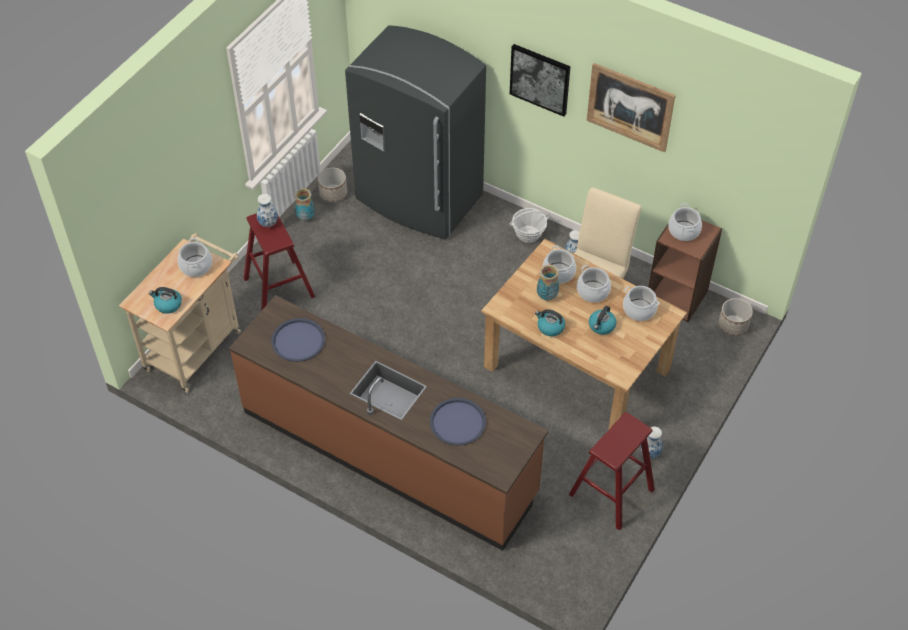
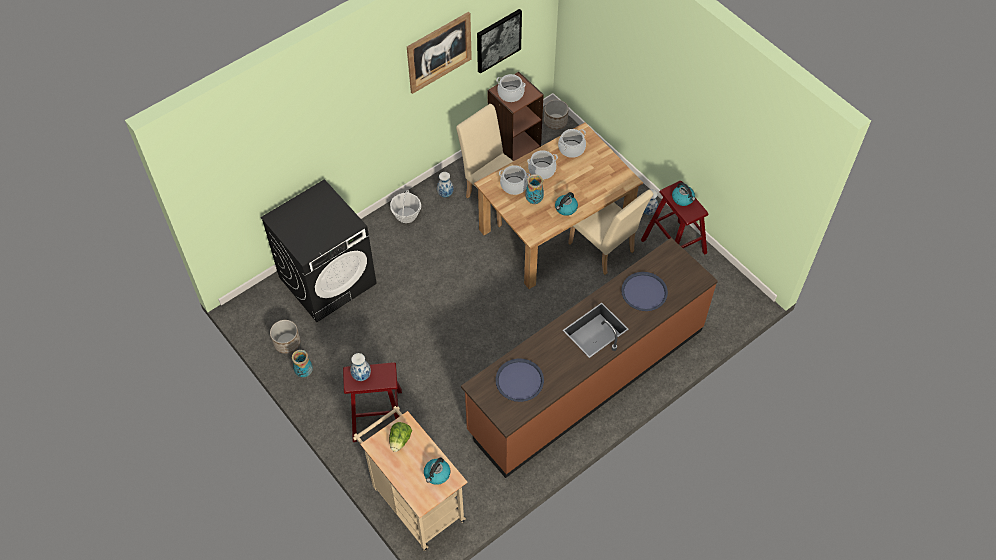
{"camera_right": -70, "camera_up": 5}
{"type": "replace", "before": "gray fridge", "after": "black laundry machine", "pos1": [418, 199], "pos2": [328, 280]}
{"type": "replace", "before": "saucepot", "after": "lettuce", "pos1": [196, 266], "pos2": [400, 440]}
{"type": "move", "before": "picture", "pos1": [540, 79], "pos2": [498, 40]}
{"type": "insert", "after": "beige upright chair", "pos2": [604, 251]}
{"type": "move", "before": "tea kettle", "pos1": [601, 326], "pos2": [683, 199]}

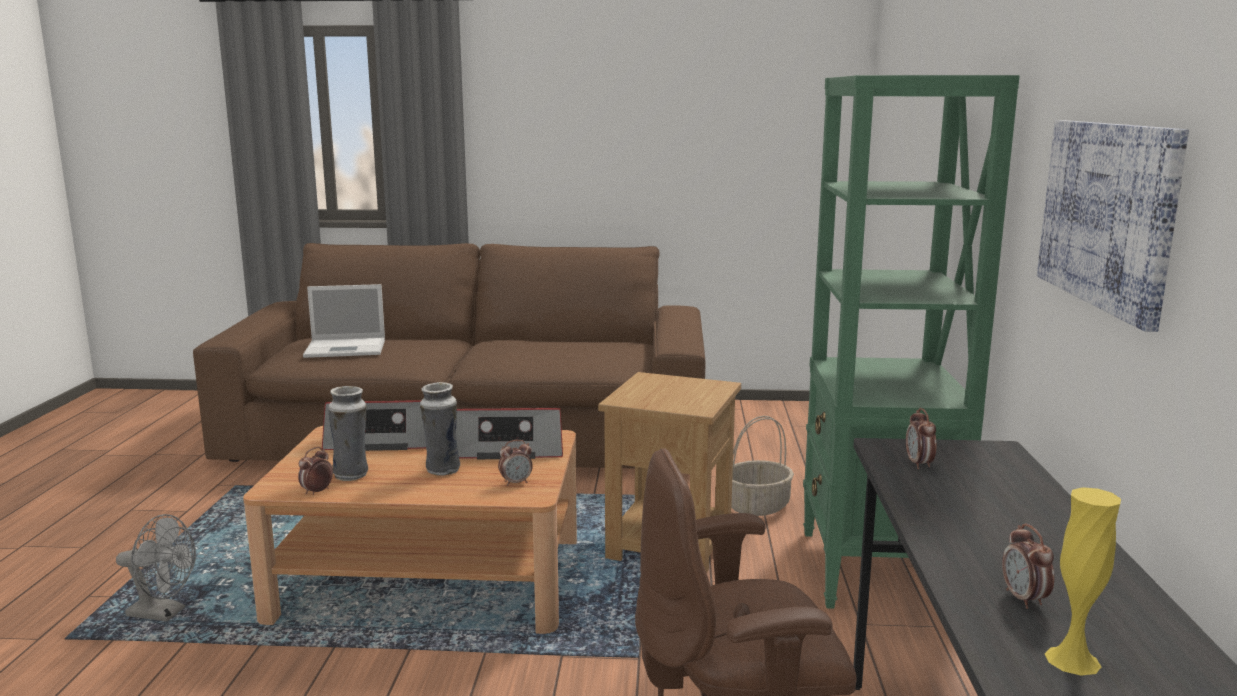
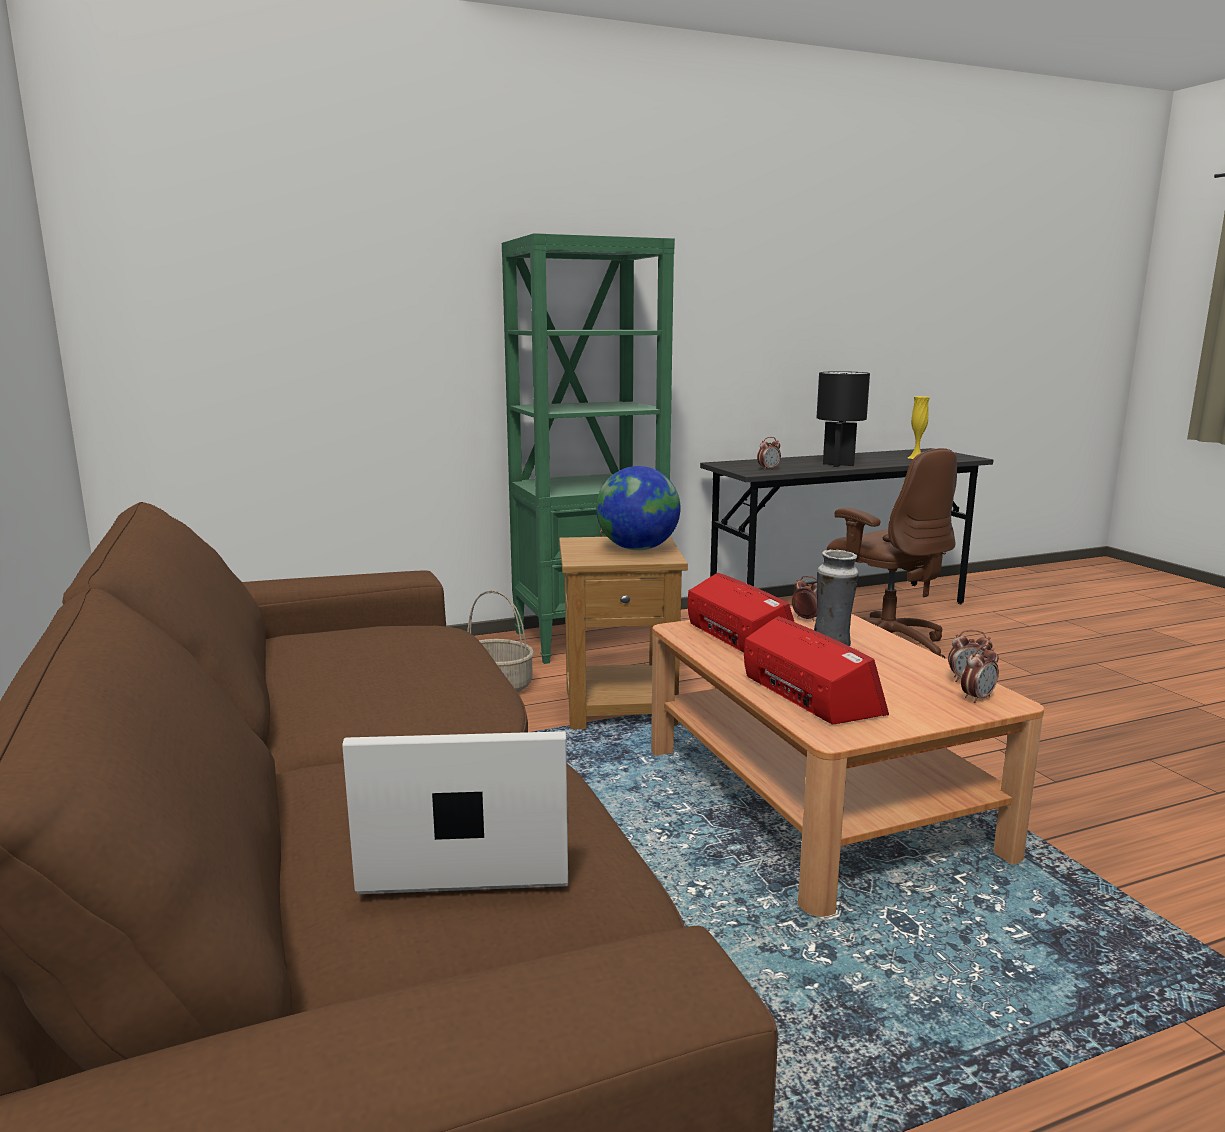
{"camera_right": -115, "camera_up": 0}
{"type": "rotate", "before": "laptop", "pos1": [347, 348], "pos2": [465, 849], "turn": -60}
{"type": "insert", "after": "globe", "pos2": [638, 549]}
{"type": "insert", "after": "black lamp for a table", "pos2": [837, 464]}
{"type": "move", "before": "table clock", "pos1": [1024, 599], "pos2": [977, 698]}
{"type": "delete", "before": "gray electric fan", "pos1": [164, 613]}
{"type": "delete", "before": "vase", "pos1": [352, 475]}
{"type": "delete", "before": "picture", "pos1": [1108, 214]}

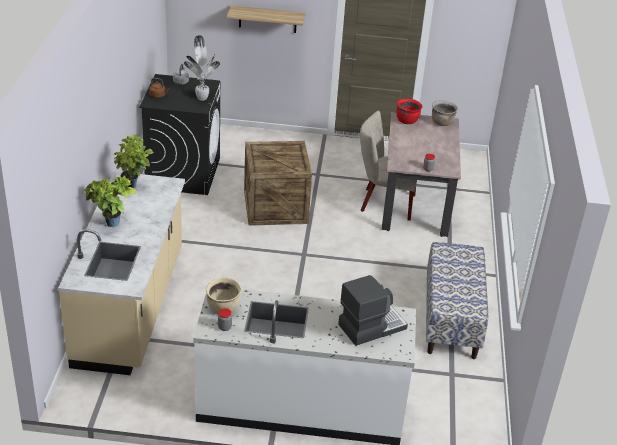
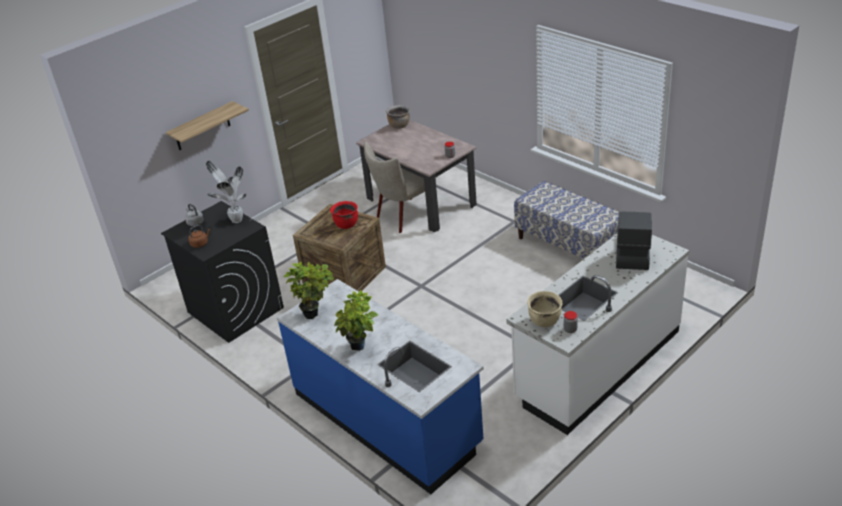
{"camera_right": -45, "camera_up": 0}
{"type": "recolor", "before": "beige kitchen counter", "after": "blue kitchen counter", "pos1": [131, 307], "pos2": [387, 419]}
{"type": "move", "before": "red saucepot", "pos1": [407, 121], "pos2": [346, 224]}

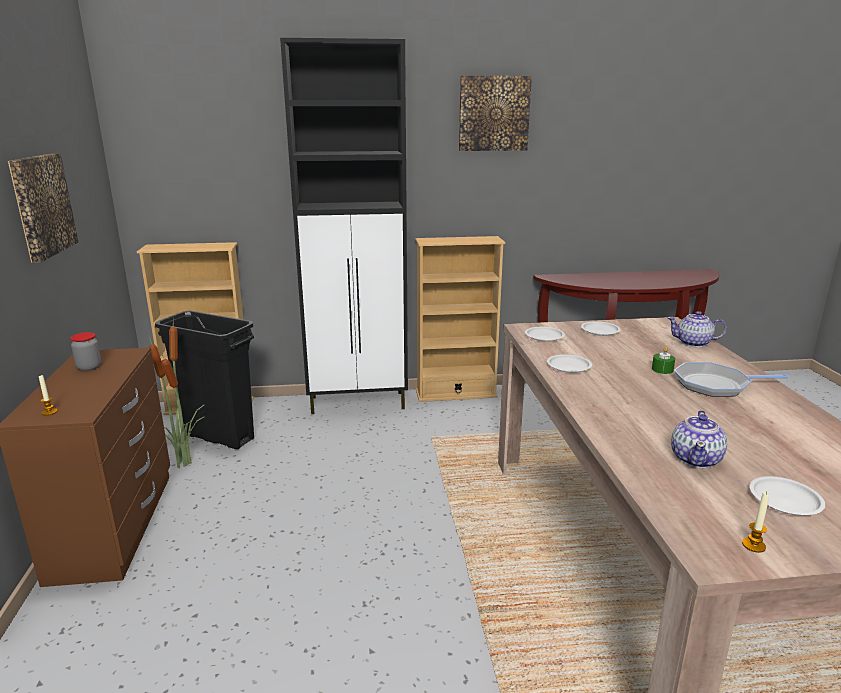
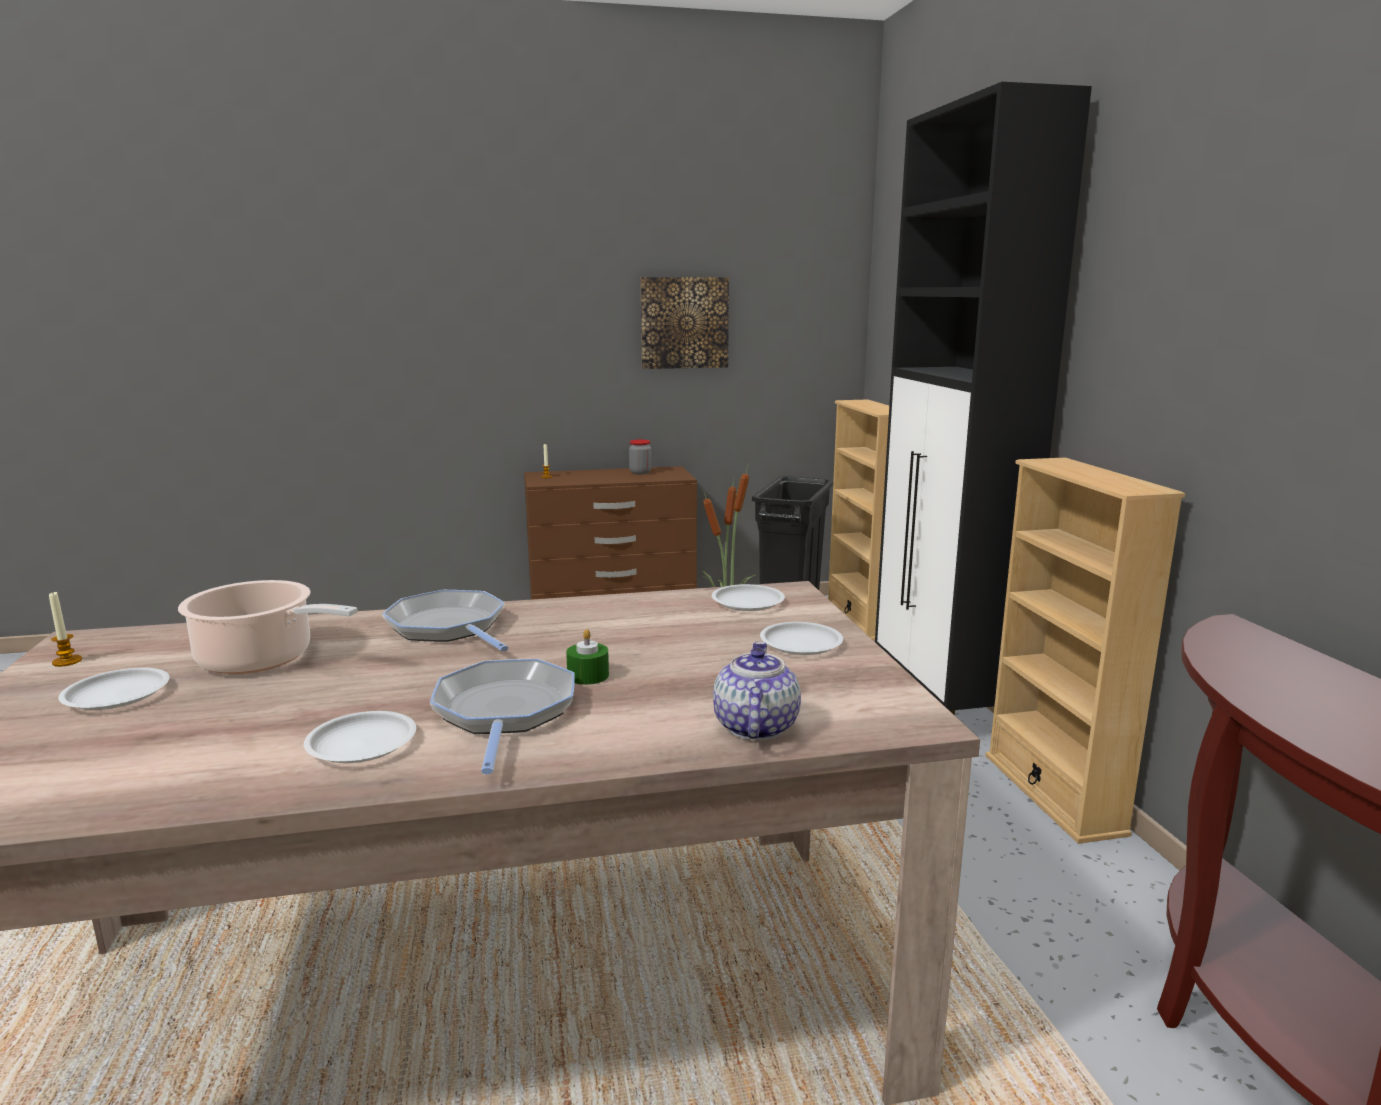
{"camera_right": 85, "camera_up": -5}
{"type": "replace", "before": "tea pot", "after": "saucepot", "pos1": [696, 459], "pos2": [261, 659]}
{"type": "move", "before": "white dinner plate", "pos1": [569, 366], "pos2": [362, 744]}
{"type": "insert", "after": "skillet", "pos2": [449, 627]}
{"type": "delete", "before": "picture", "pos1": [493, 113]}

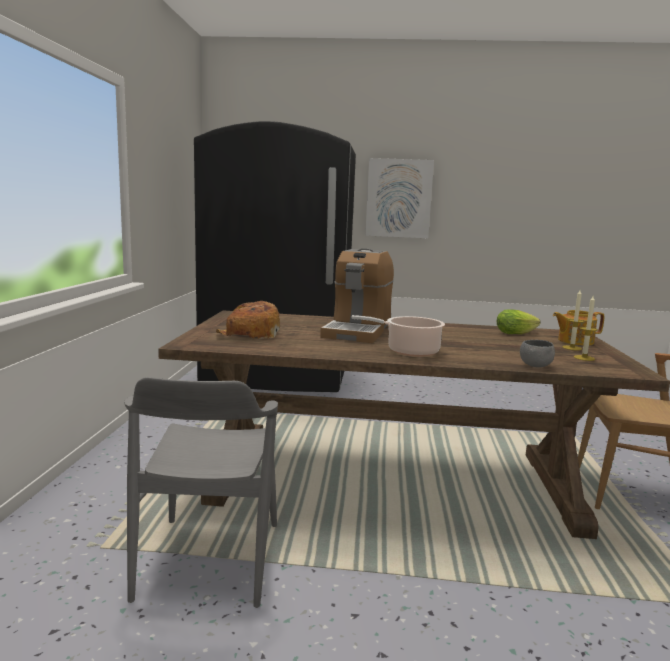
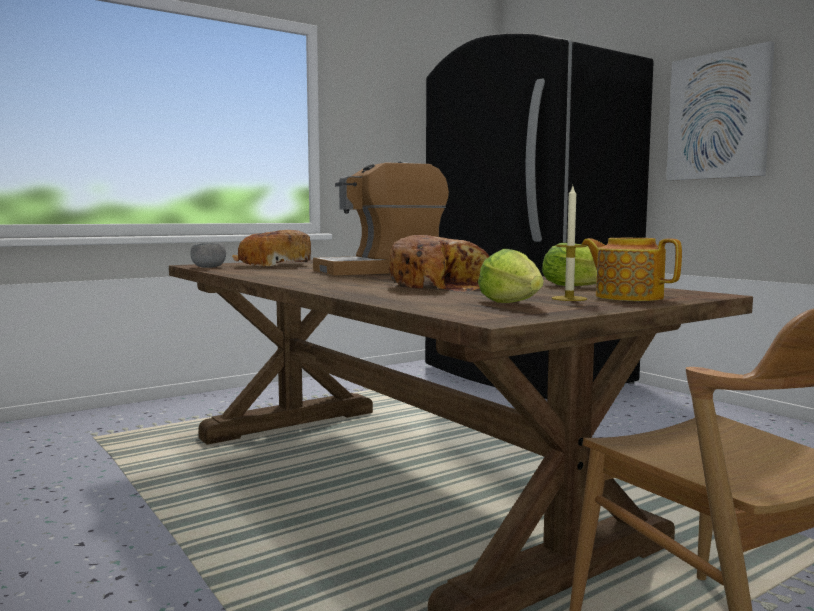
{"camera_right": 50, "camera_up": -5}
{"type": "move", "before": "gray deep dish", "pos1": [535, 365], "pos2": [209, 267]}
{"type": "insert", "after": "baked bread", "pos2": [442, 286]}
{"type": "replace", "before": "wax light", "after": "lettuce", "pos1": [584, 358], "pos2": [513, 304]}
{"type": "delete", "before": "gray upright chair", "pos1": [209, 560]}
{"type": "delete", "before": "saucepot", "pos1": [409, 351]}

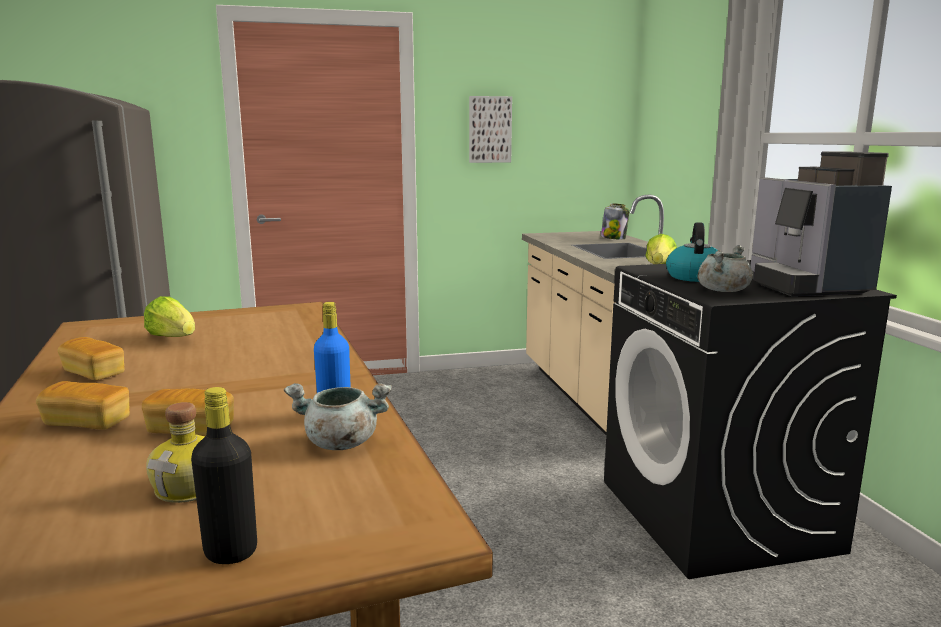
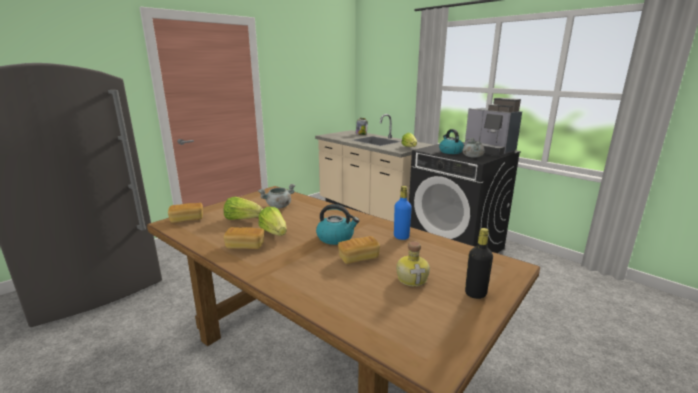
{"camera_right": -30, "camera_up": 5}
{"type": "move", "before": "baked bread", "pos1": [87, 423], "pos2": [187, 219]}
{"type": "move", "before": "gray saucepot", "pos1": [340, 443], "pos2": [278, 206]}
{"type": "insert", "after": "lettuce", "pos2": [274, 233]}
{"type": "insert", "after": "tea kettle", "pos2": [336, 238]}
{"type": "delete", "before": "picture", "pos1": [489, 129]}

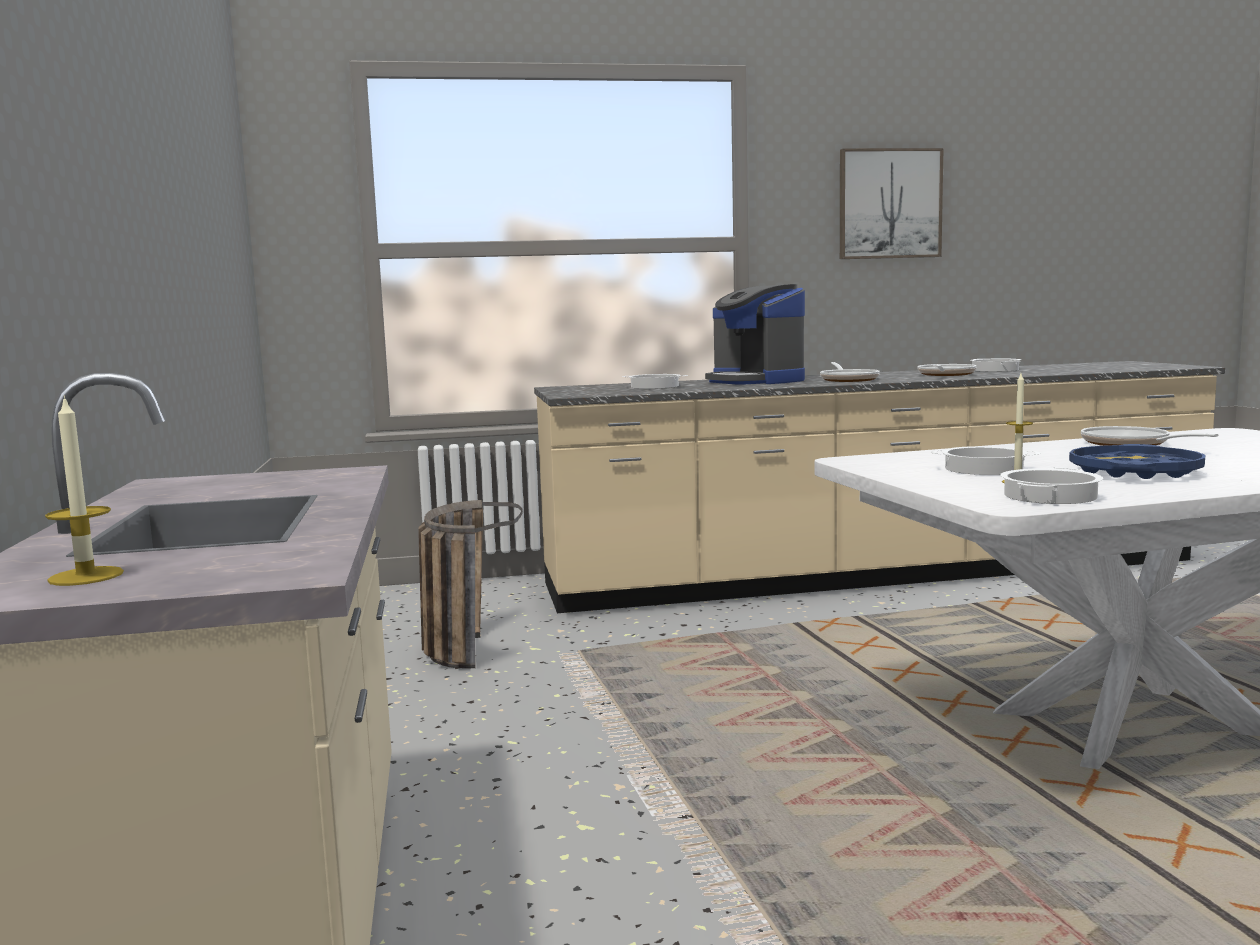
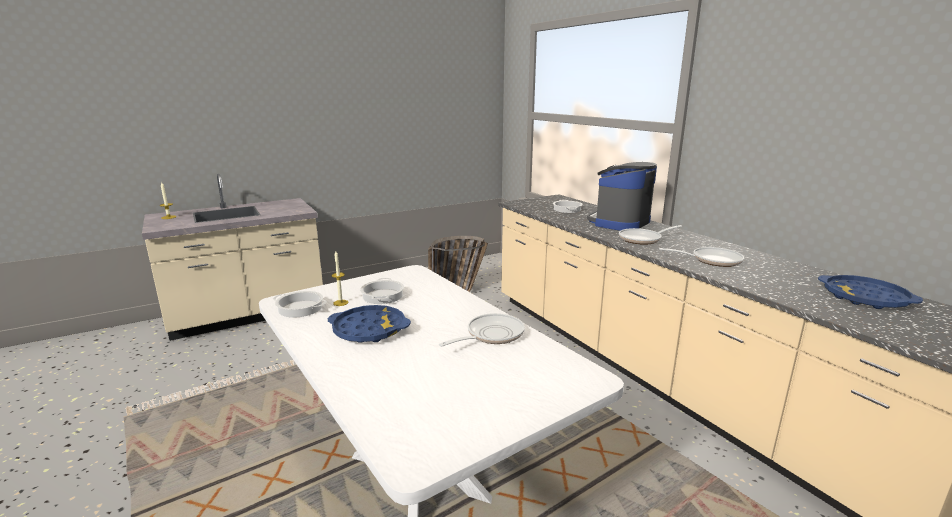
{"camera_right": 70, "camera_up": 10}
{"type": "insert", "after": "blue tray", "pos2": [865, 298]}
{"type": "delete", "before": "picture", "pos1": [889, 204]}
{"type": "delete", "before": "saucepot", "pos1": [994, 370]}

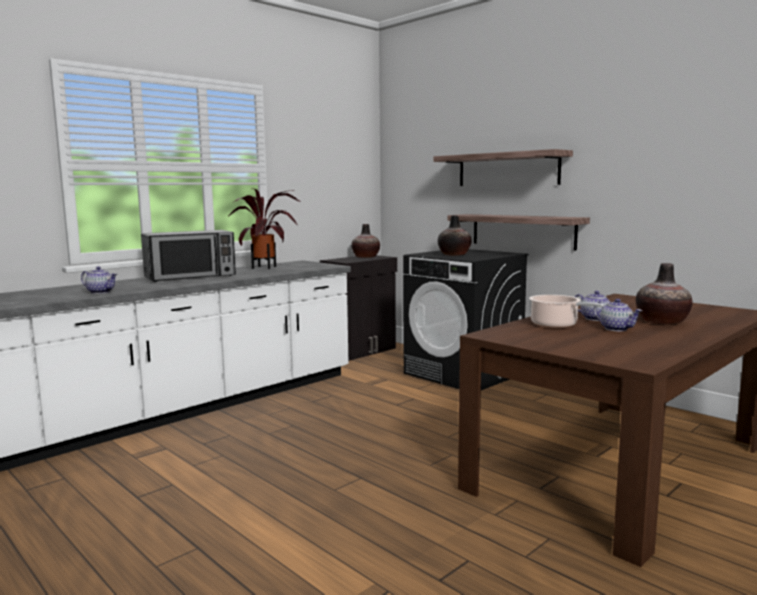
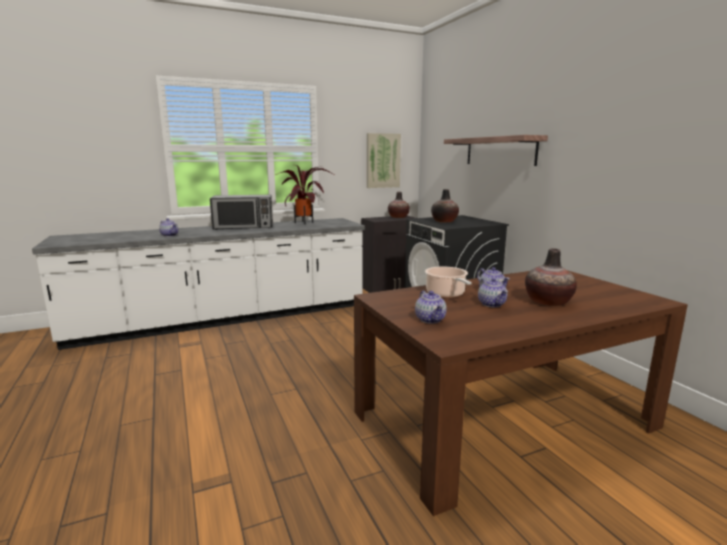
{"camera_right": 20, "camera_up": 5}
{"type": "insert", "after": "picture", "pos2": [383, 160]}
{"type": "insert", "after": "tea pot", "pos2": [430, 319]}
{"type": "delete", "before": "shelf", "pos1": [522, 231]}

